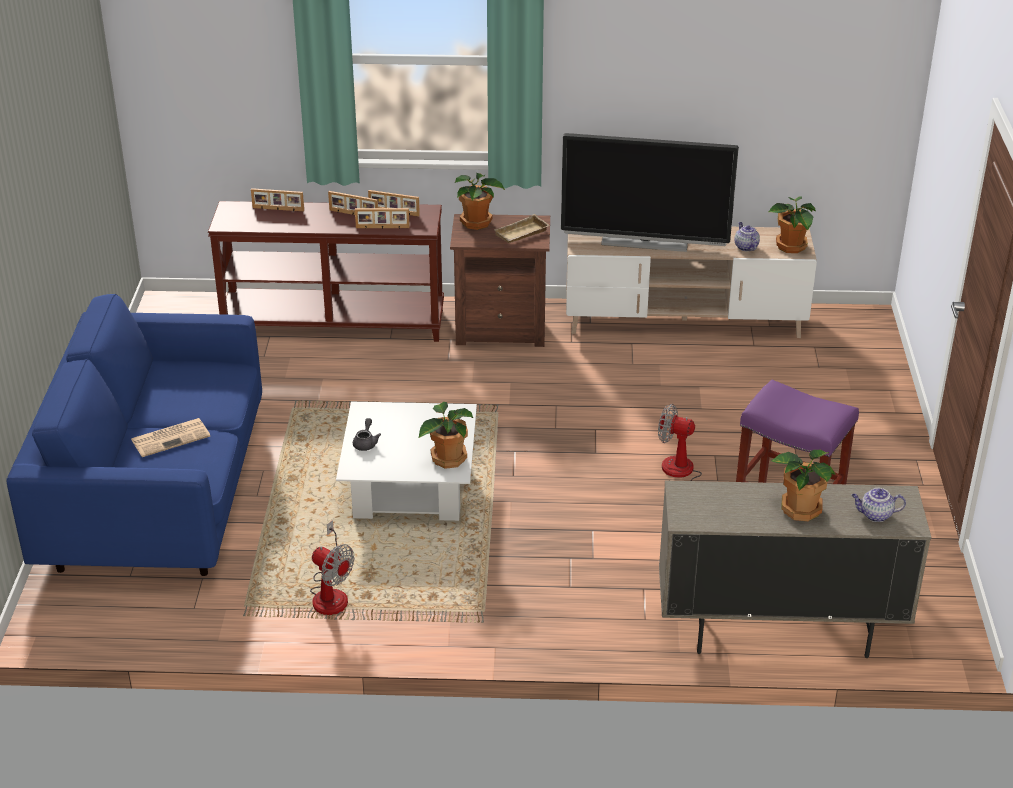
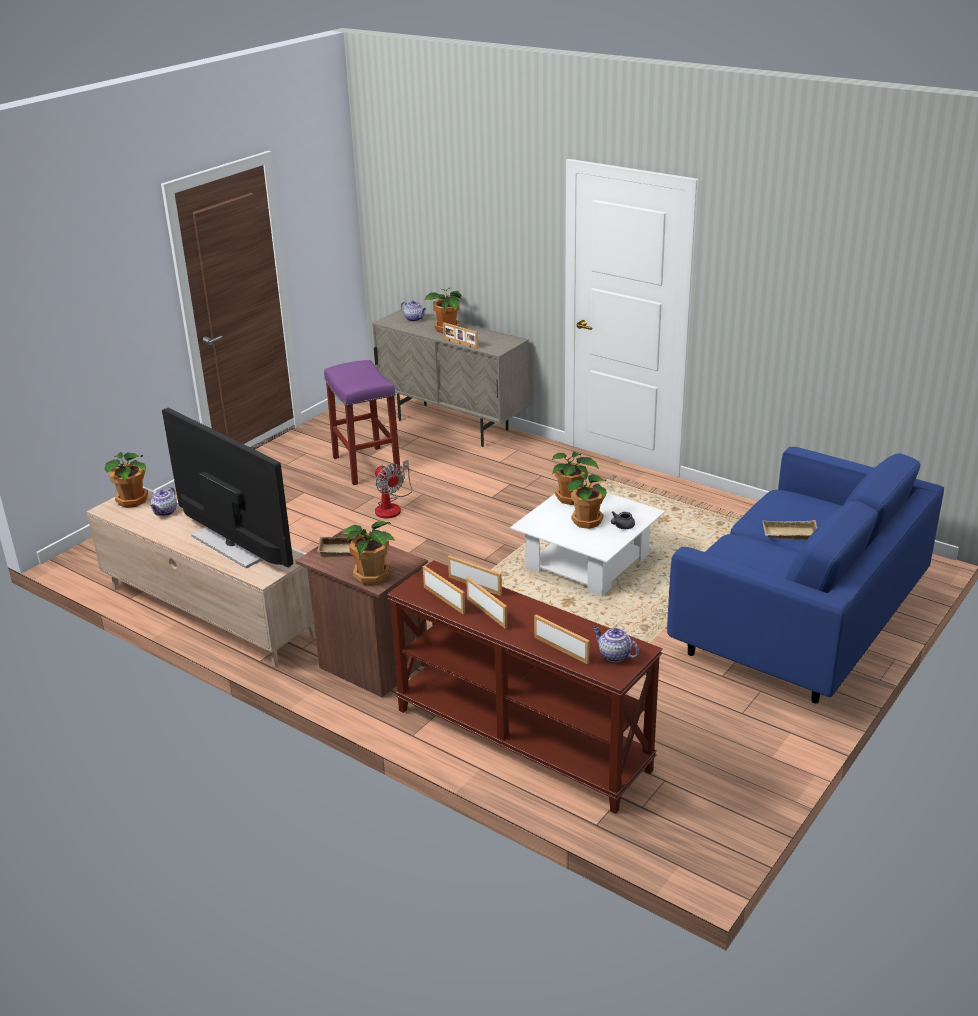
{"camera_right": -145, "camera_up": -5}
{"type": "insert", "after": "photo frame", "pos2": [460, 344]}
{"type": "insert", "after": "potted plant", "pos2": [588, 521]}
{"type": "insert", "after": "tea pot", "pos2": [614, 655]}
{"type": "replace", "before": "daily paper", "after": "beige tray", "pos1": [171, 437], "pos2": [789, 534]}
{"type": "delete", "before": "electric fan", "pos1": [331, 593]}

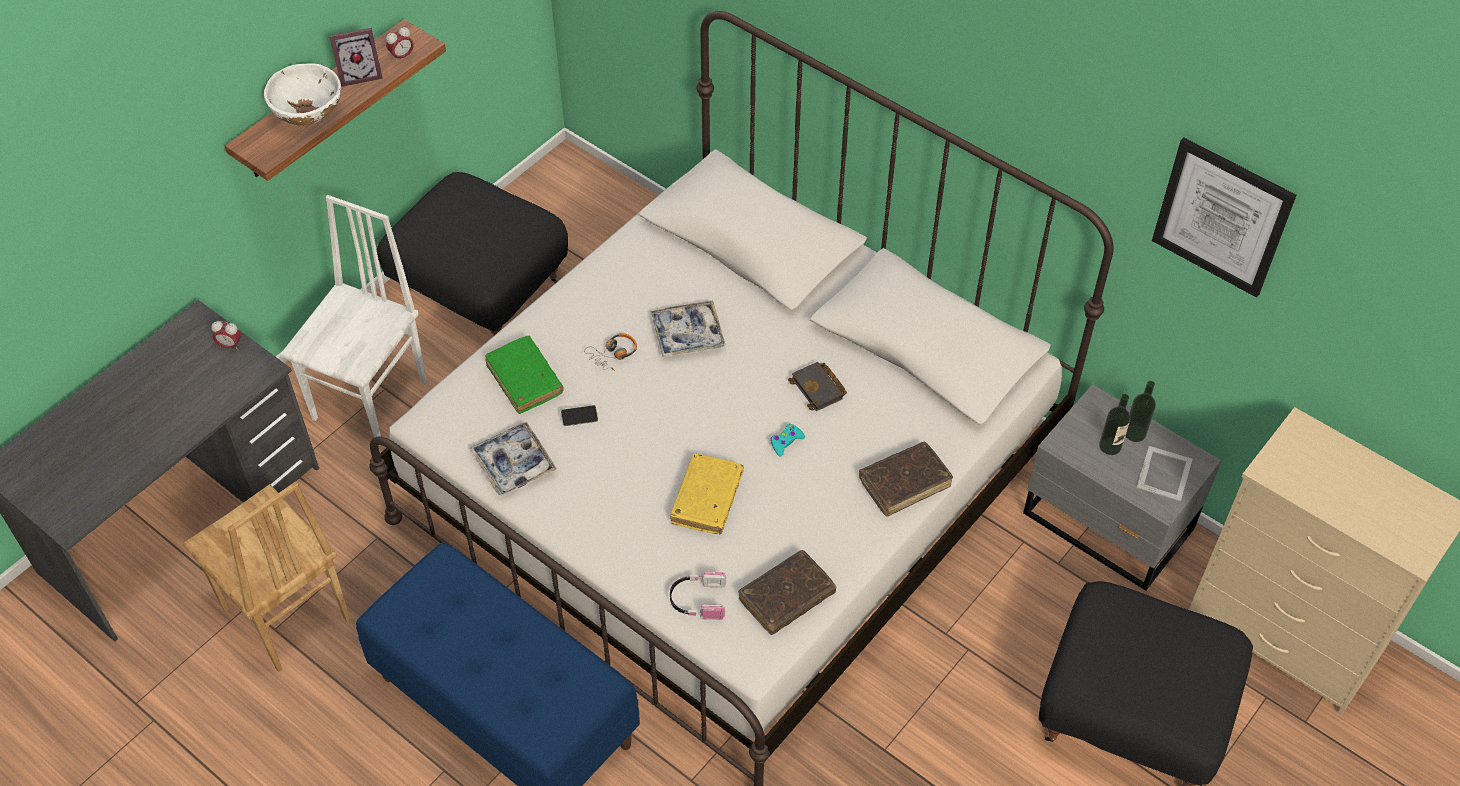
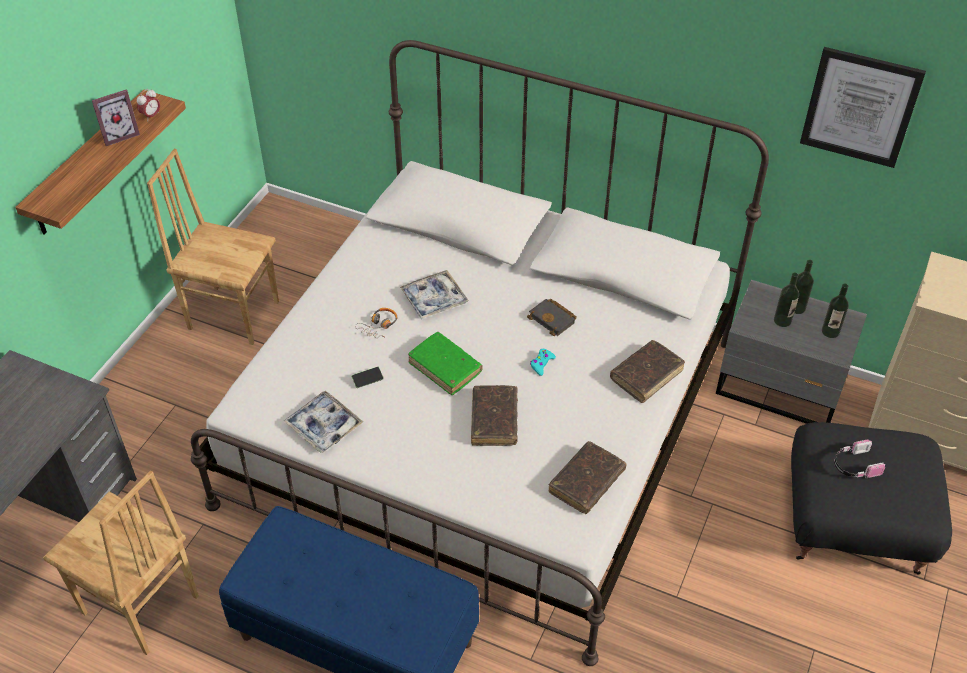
{"camera_right": -15, "camera_up": -5}
{"type": "replace", "before": "black ottoman", "after": "brownish upright chair", "pos1": [480, 290], "pos2": [233, 314]}
{"type": "move", "before": "green-coloured bound book", "pos1": [524, 380], "pos2": [445, 368]}
{"type": "recolor", "before": "yellowish bound book", "after": "brownish bound book", "pos1": [707, 499], "pos2": [494, 420]}
{"type": "replace", "before": "photo frame", "after": "beverage bottle", "pos1": [1165, 473], "pos2": [830, 331]}
{"type": "move", "before": "pair of headphones", "pos1": [697, 600], "pos2": [854, 466]}
{"type": "delete", "before": "table clock", "pos1": [230, 345]}
{"type": "delete", "before": "white deep dish", "pos1": [309, 115]}
{"type": "delete", "before": "white upright chair", "pos1": [372, 400]}

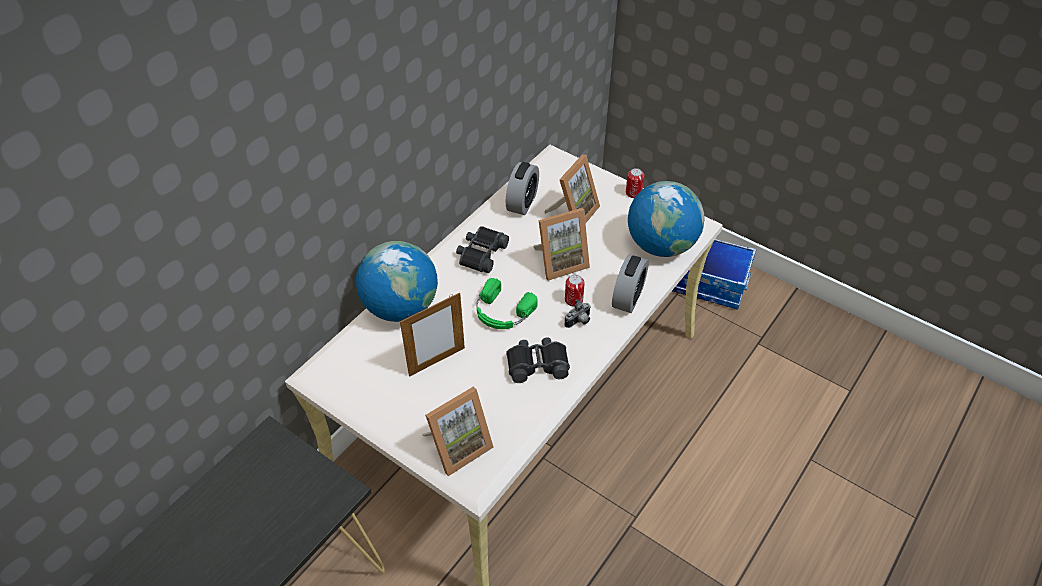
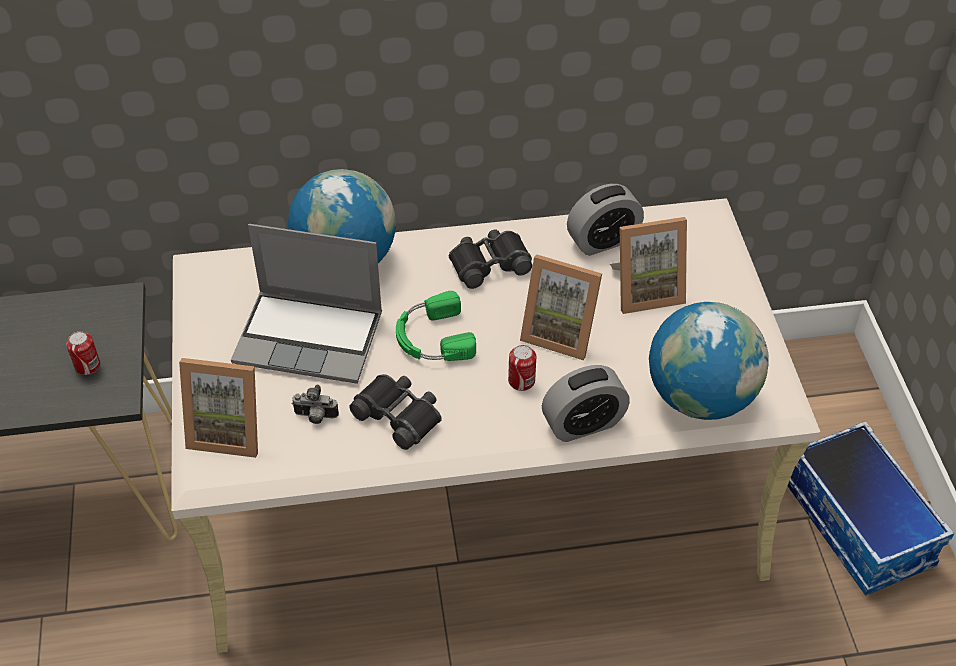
{"camera_right": 45, "camera_up": 0}
{"type": "move", "before": "sealed can", "pos1": [633, 193], "pos2": [87, 365]}
{"type": "replace", "before": "photo frame", "after": "laptop", "pos1": [437, 361], "pos2": [311, 337]}
{"type": "move", "before": "still camera", "pos1": [579, 322], "pos2": [315, 417]}

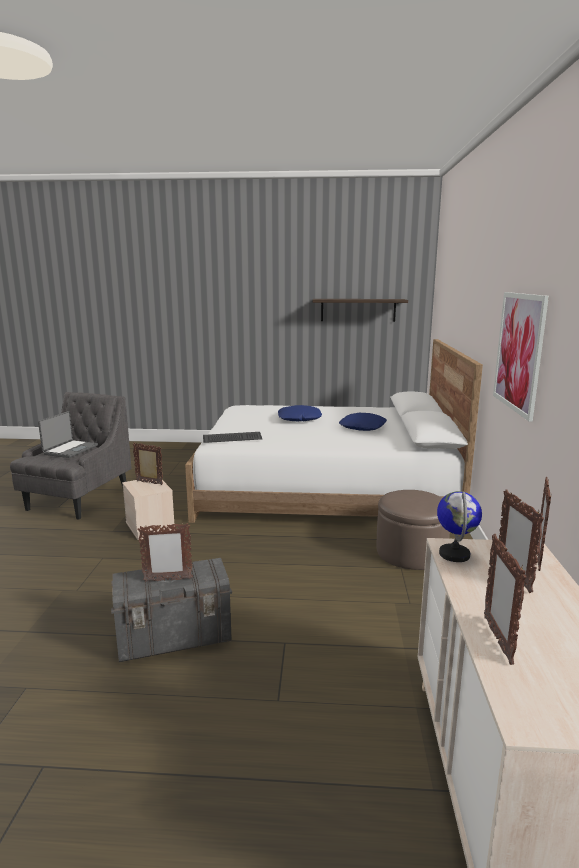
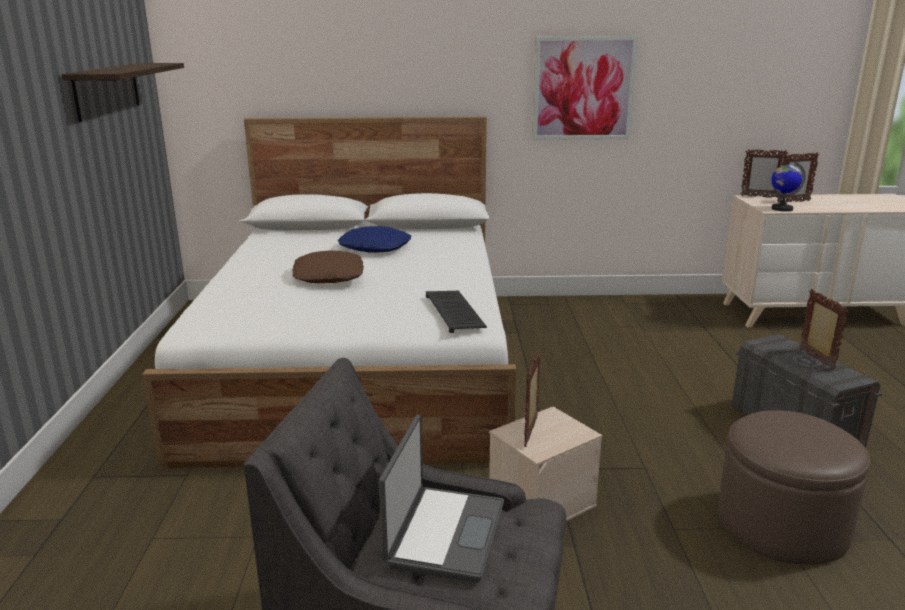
{"camera_right": -95, "camera_up": 5}
{"type": "recolor", "before": "blue throw pillow", "after": "brownish throw pillow", "pos1": [299, 419], "pos2": [329, 276]}
{"type": "rotate", "before": "laptop", "pos1": [70, 450], "pos2": [443, 533], "turn": 90}
{"type": "move", "before": "brownish ottoman", "pos1": [411, 552], "pos2": [782, 524]}
{"type": "delete", "before": "photo frame", "pos1": [497, 639]}

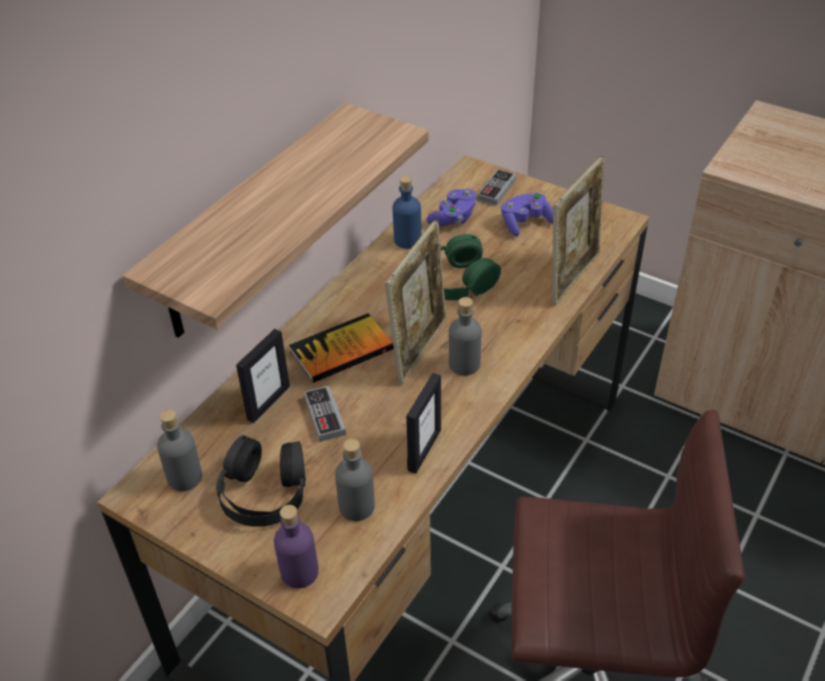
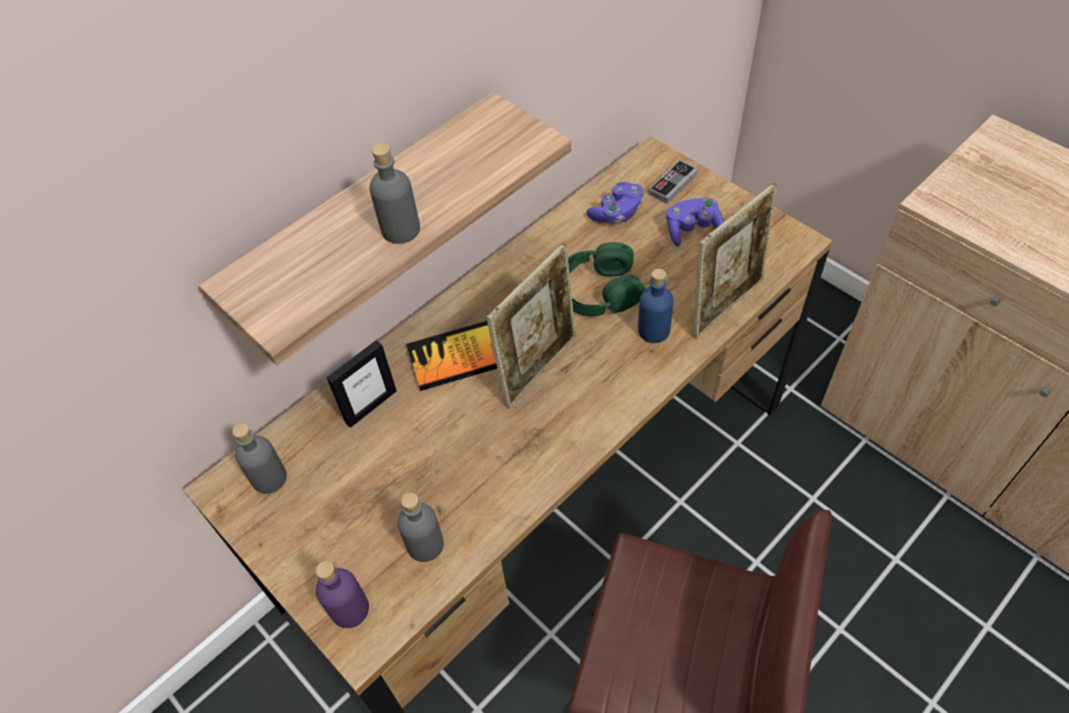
{"camera_right": 15, "camera_up": 10}
{"type": "move", "before": "gray beverage bottle", "pos1": [464, 364], "pos2": [400, 229]}
{"type": "move", "before": "blue beverage bottle", "pos1": [407, 240], "pos2": [653, 330]}
{"type": "delete", "before": "black pair of headphones", "pos1": [264, 491]}
{"type": "delete", "before": "game controller", "pos1": [325, 416]}
{"type": "delete", "before": "photo frame", "pos1": [424, 450]}

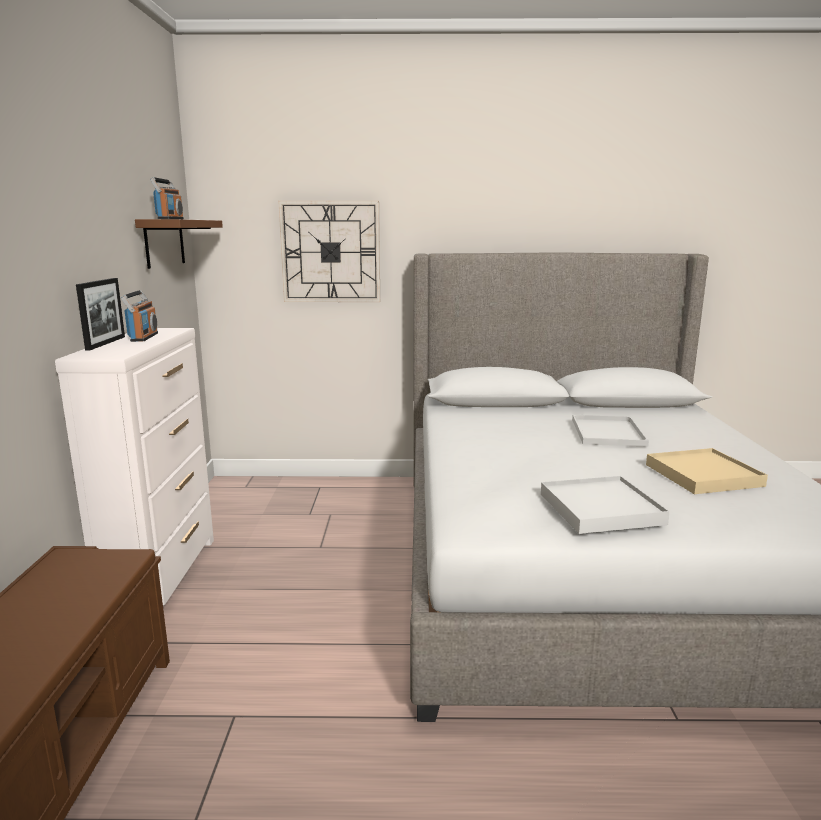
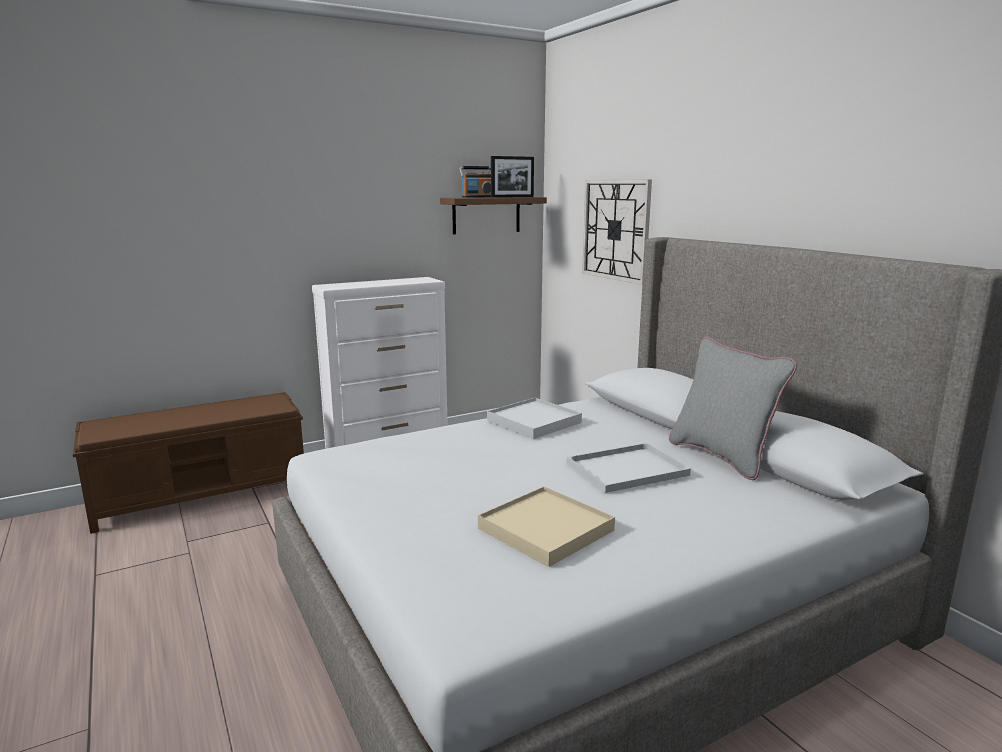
{"camera_right": 60, "camera_up": 0}
{"type": "move", "before": "white tray", "pos1": [601, 509], "pos2": [534, 422]}
{"type": "move", "before": "photo frame", "pos1": [106, 343], "pos2": [512, 197]}
{"type": "insert", "after": "gray throw pillow", "pos2": [722, 456]}
{"type": "delete", "before": "radio receiver", "pos1": [143, 337]}

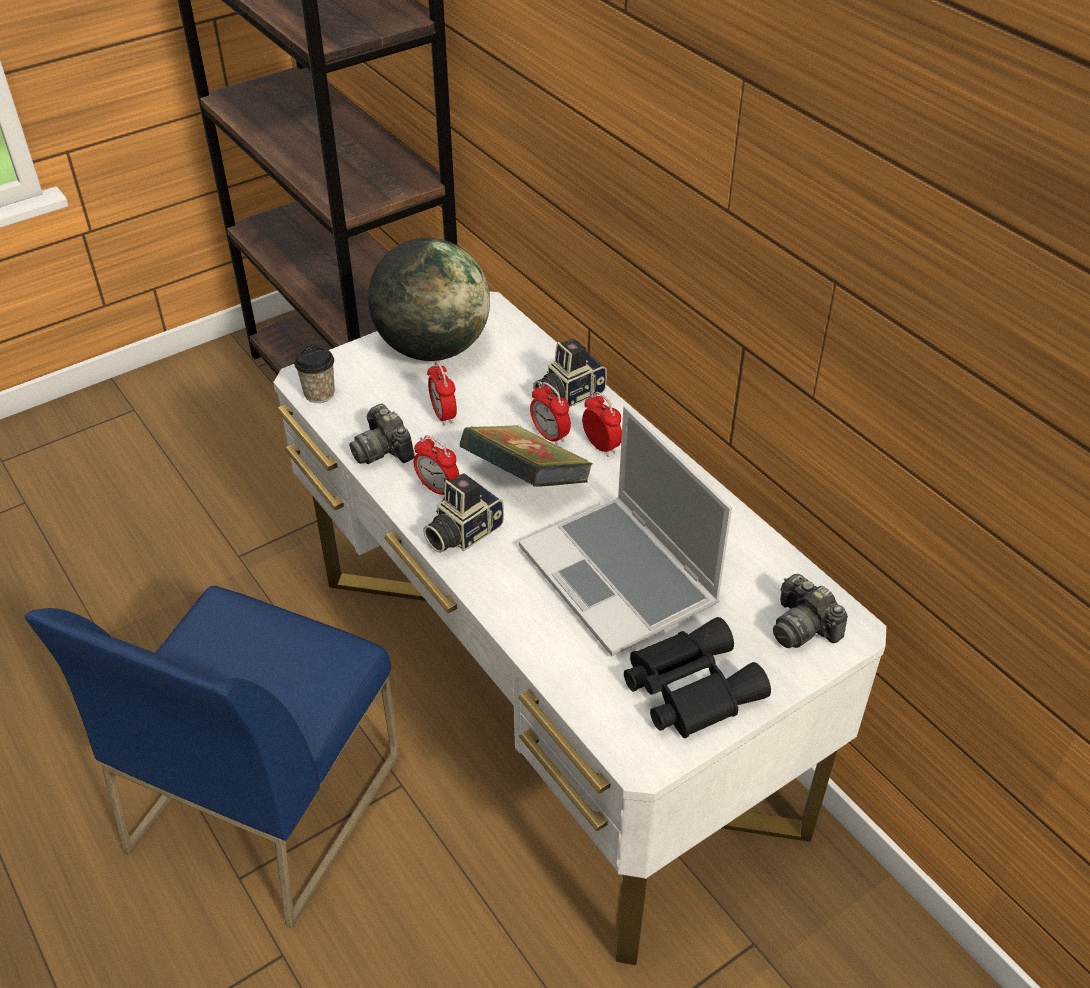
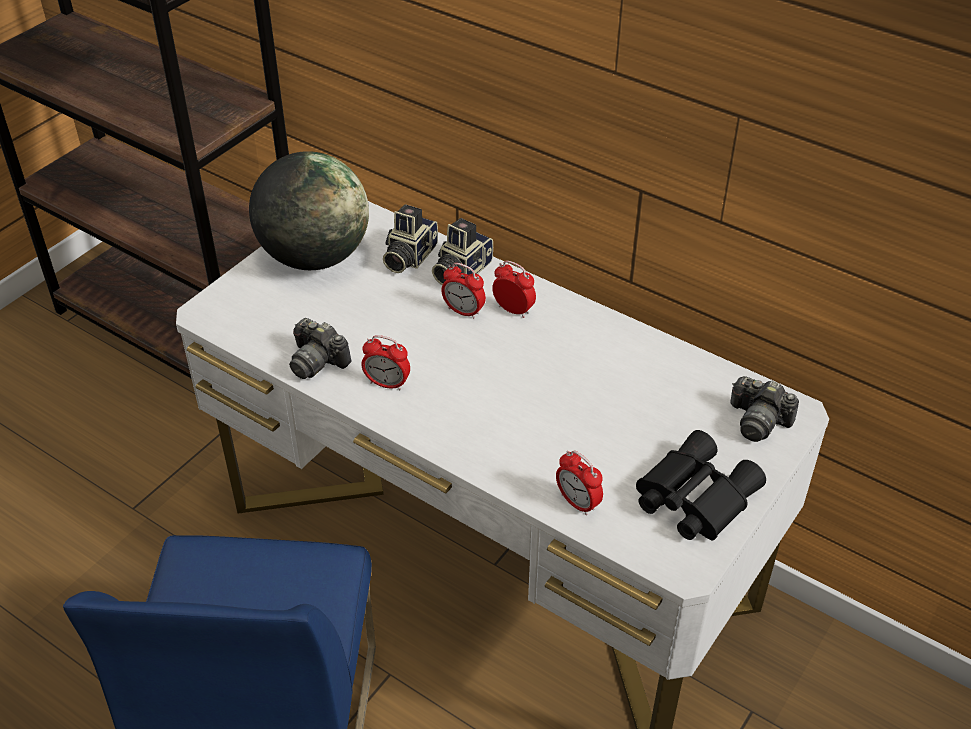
{"camera_right": -20, "camera_up": 0}
{"type": "move", "before": "still camera", "pos1": [462, 532], "pos2": [408, 256]}
{"type": "move", "before": "table clock", "pos1": [443, 415], "pos2": [577, 502]}
{"type": "delete", "before": "small cup", "pos1": [319, 394]}
{"type": "delete", "before": "bound book", "pos1": [526, 482]}
{"type": "delete", "before": "laptop", "pos1": [621, 577]}

